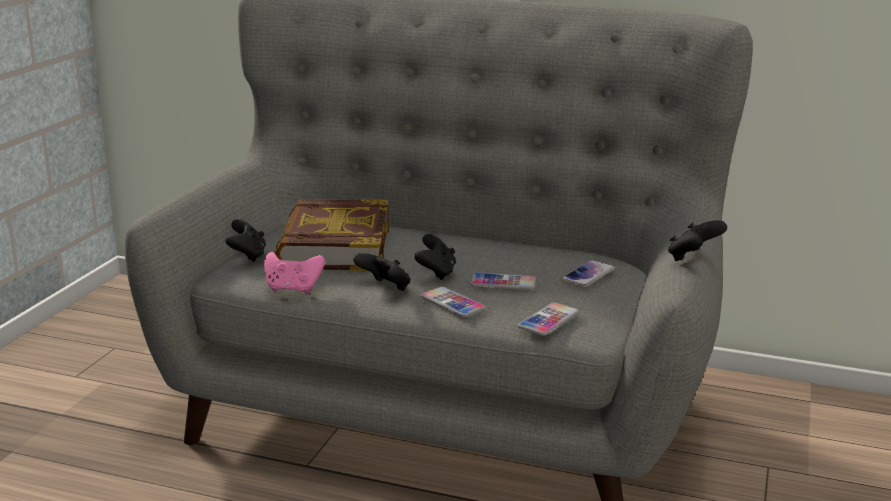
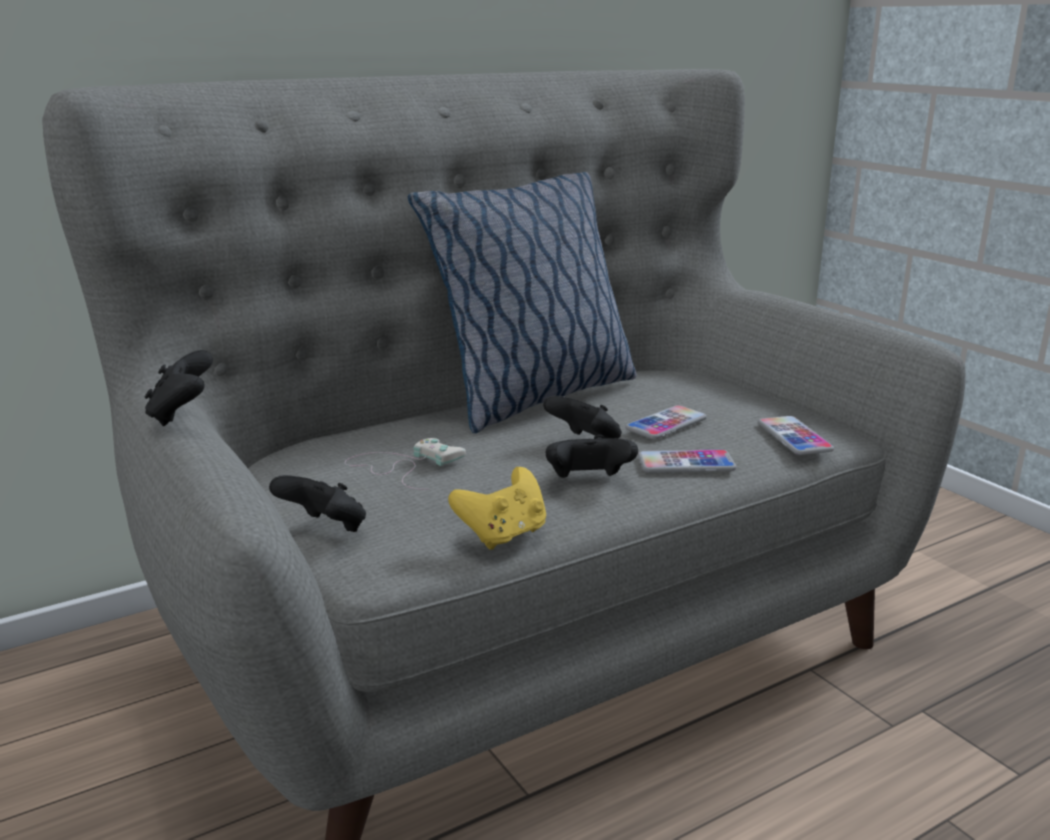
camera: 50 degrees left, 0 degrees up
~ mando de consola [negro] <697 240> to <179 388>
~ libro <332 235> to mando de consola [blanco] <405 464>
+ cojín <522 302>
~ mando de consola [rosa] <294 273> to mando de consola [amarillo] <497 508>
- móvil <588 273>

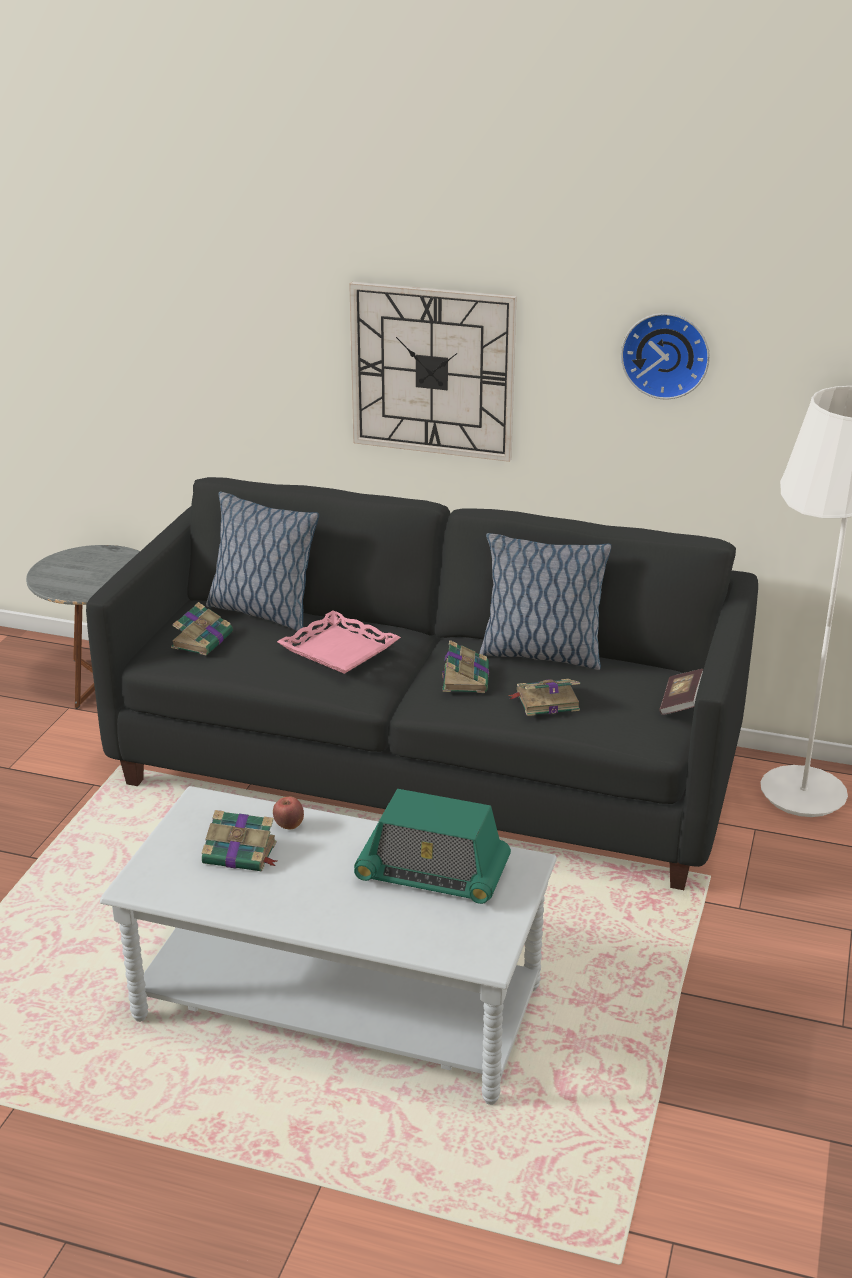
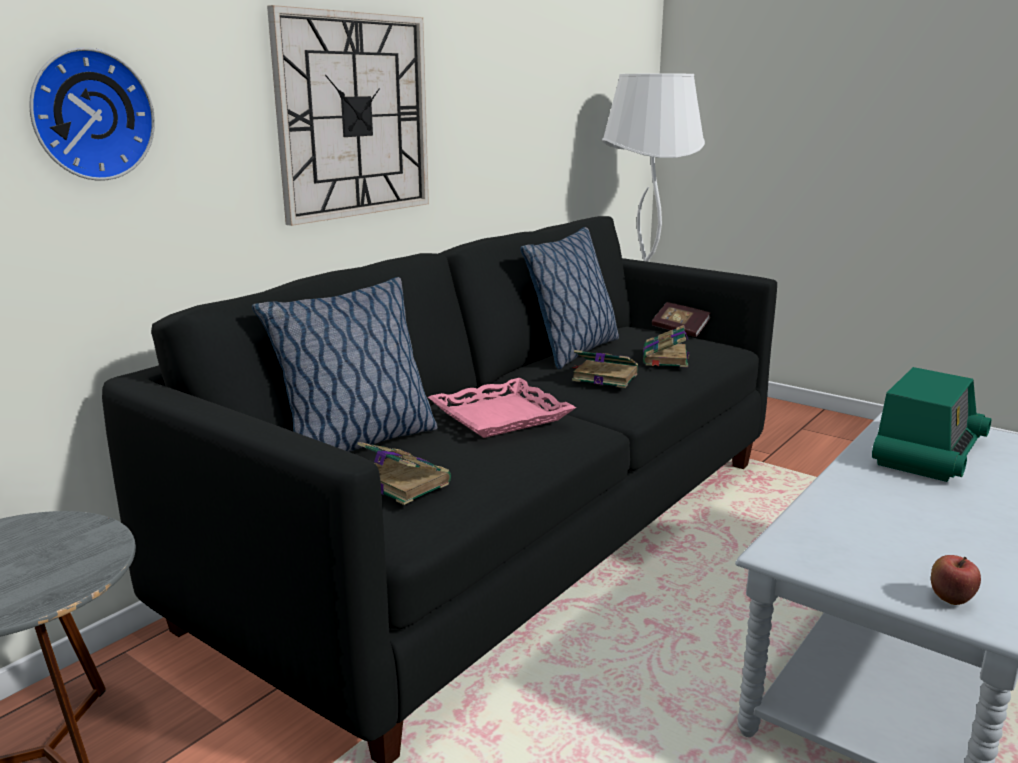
camera: 70 degrees left, 10 degrees down
~ reloj de pared <665 356> to <92 114>
~ manzana <288 813> to <956 580>
- libro <239 841>

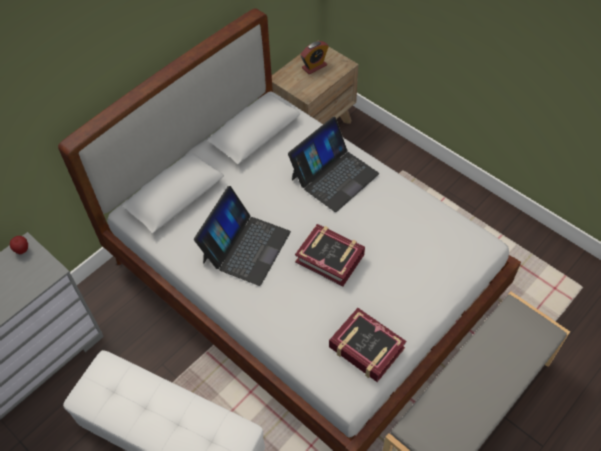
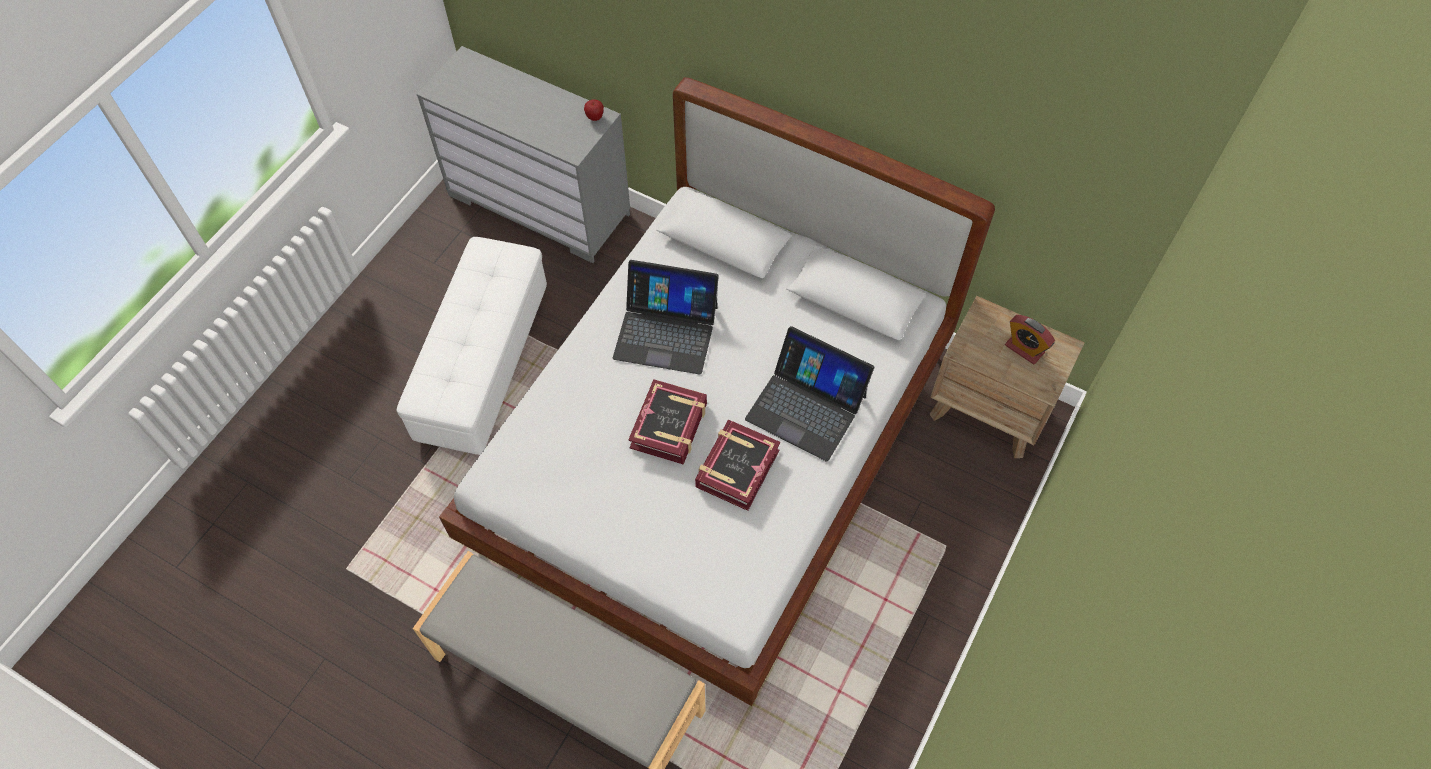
camera: 75 degrees right, 5 degrees up
~ libro <367 345> to <737 465>

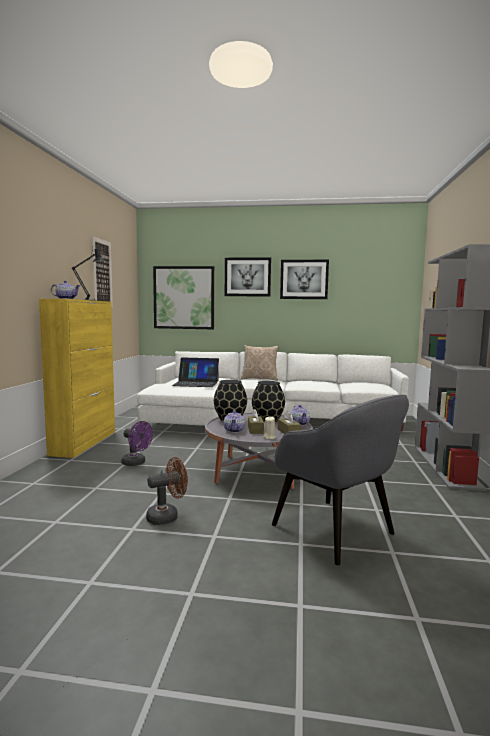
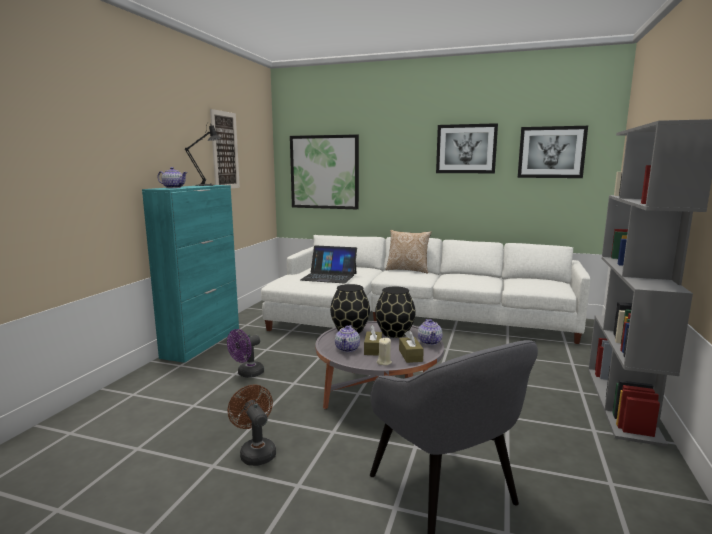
camera: 10 degrees right, 5 degrees up
~ armario [amarillo] <77 378> to armario [turquesa] <190 274>
~ ventilador [morado] <137 443> = <245 353> 90 degrees clockwise
~ ventilador [marrón] <167 491> = <251 425> 105 degrees counterclockwise
~ cuadro <248 277> to <553 152>

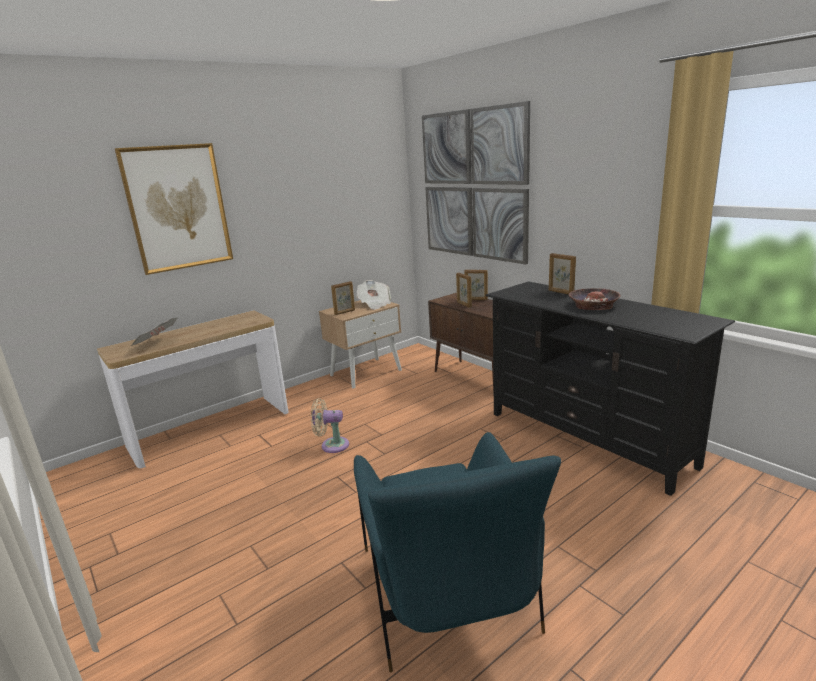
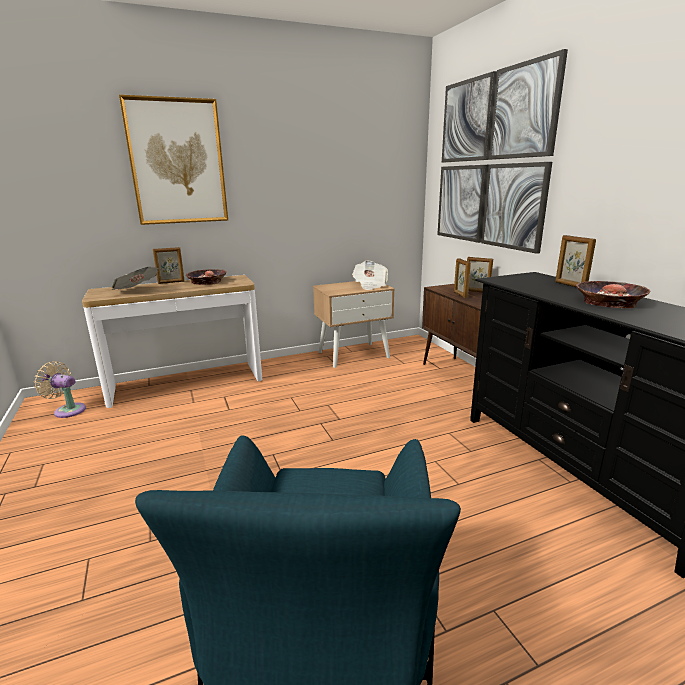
camera: 15 degrees right, 0 degrees up
~ ventilador [beis] <330 425> to <60 389>
~ portarretratos <343 298> to <169 265>
+ cuenco <206 277>

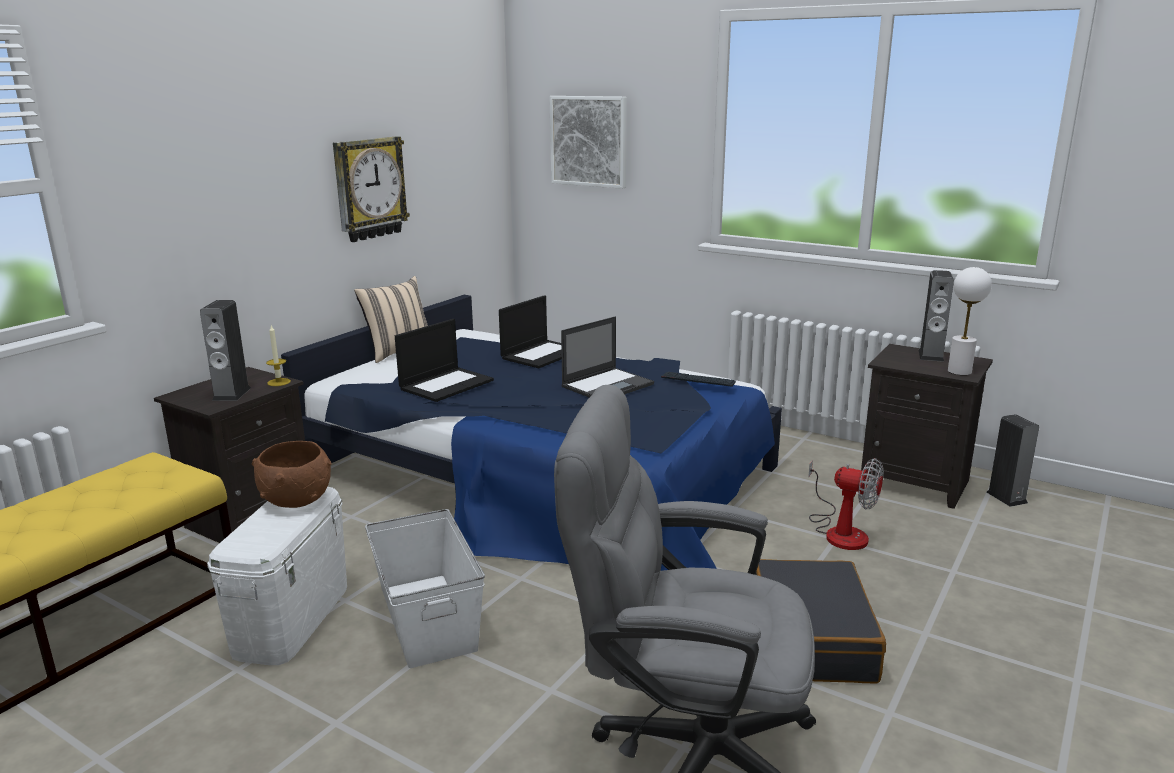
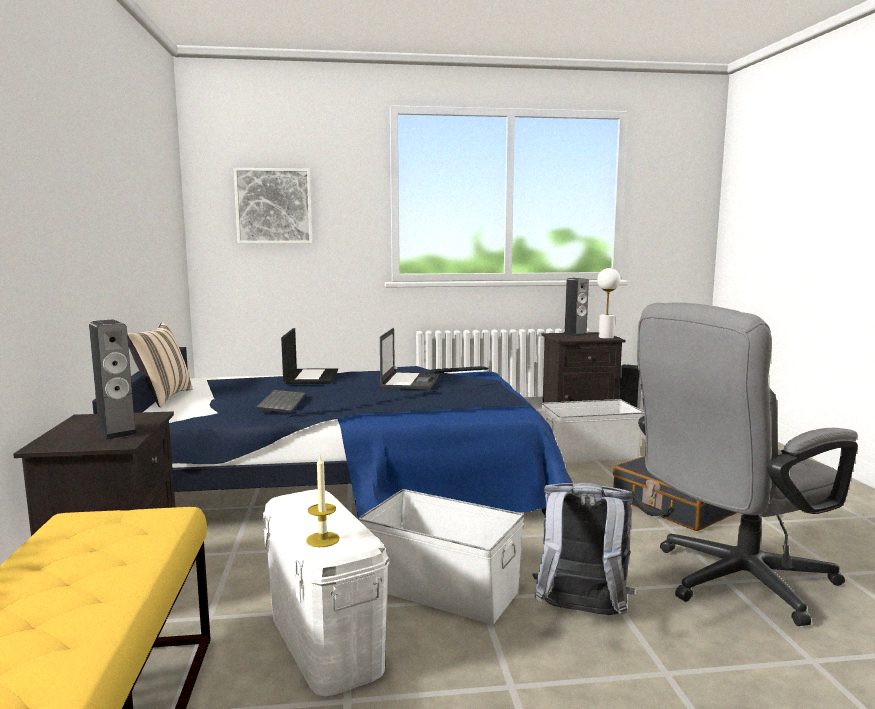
camera: 40 degrees left, 10 degrees down
~ portátil <444 360> to teclado <281 401>
~ vela <278 356> to <322 501>
+ mochila [gris] <583 549>
~ ventilador <846 504> to caja de almacenaje [blanco] <592 431>
- cuenco [marrón] <292 474>
- reloj de pared <371 189>

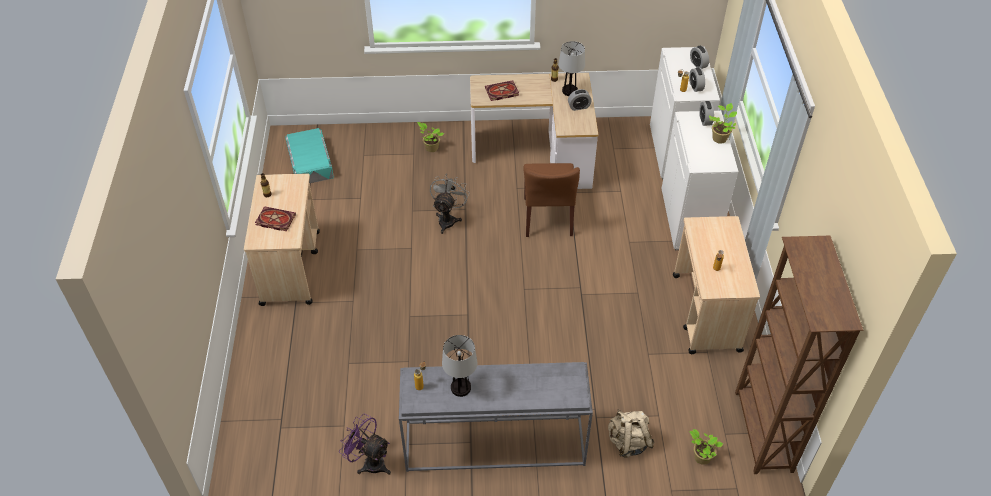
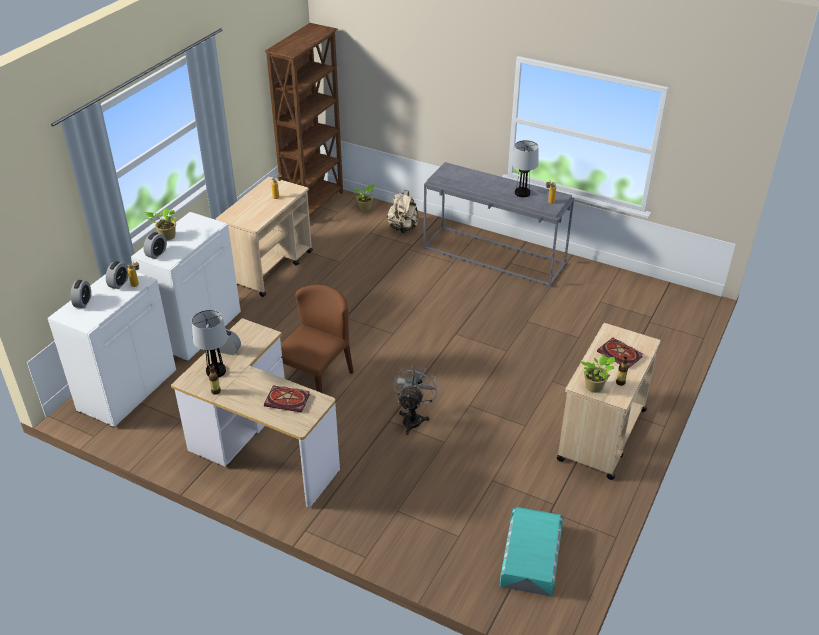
camera: 150 degrees left, 10 degrees down
~ ventilador [gris] <449 204> = <416 399> 150 degrees clockwise
~ planta en maceta <430 137> to <598 373>
- ventilador [morado] <365 444>

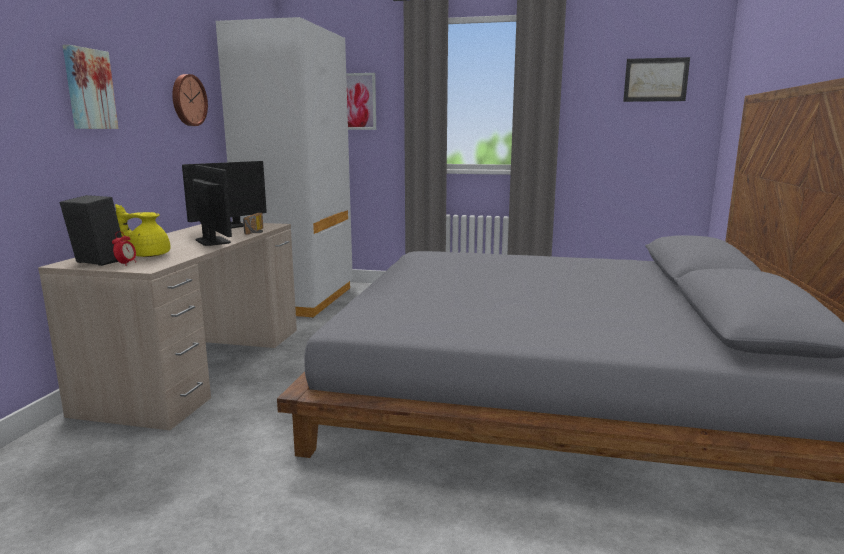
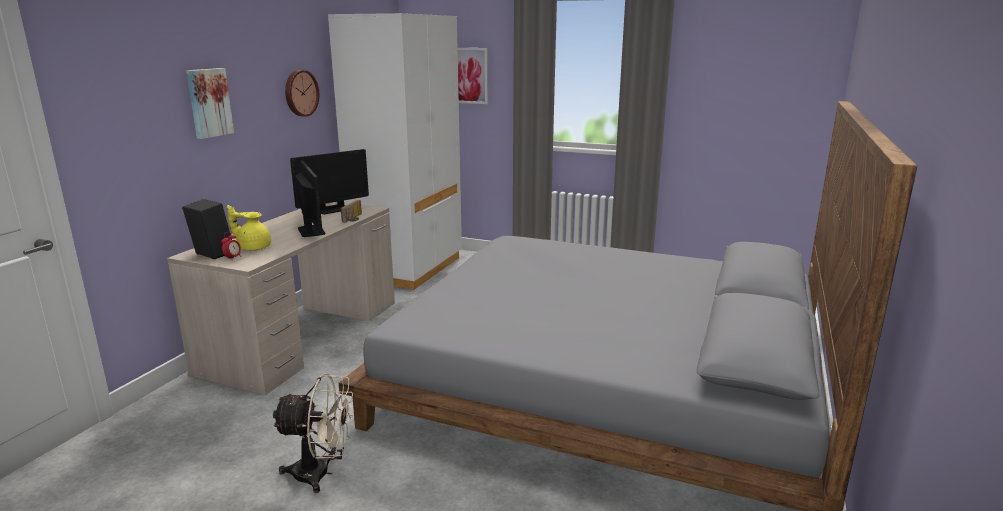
camera: 10 degrees right, 5 degrees up
+ ventilador [beis] <312 433>
- cuadro <656 79>

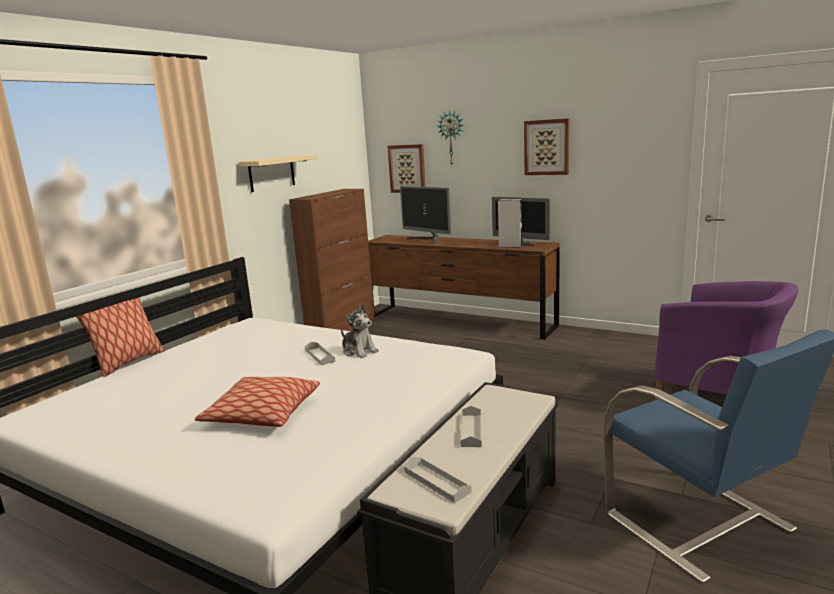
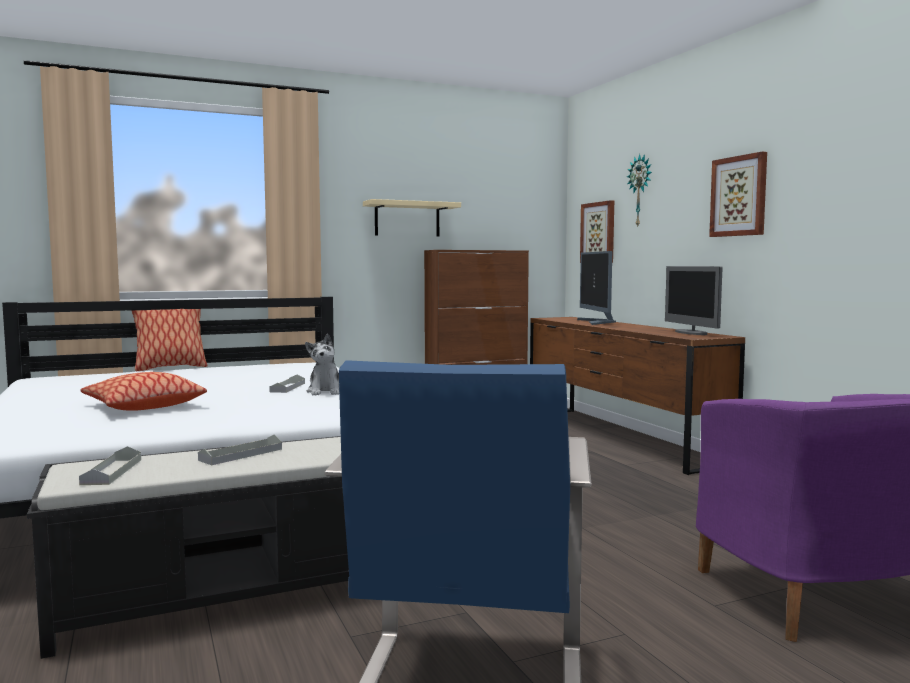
camera: 35 degrees right, 10 degrees down
- altavoz [gris] <510 223>

